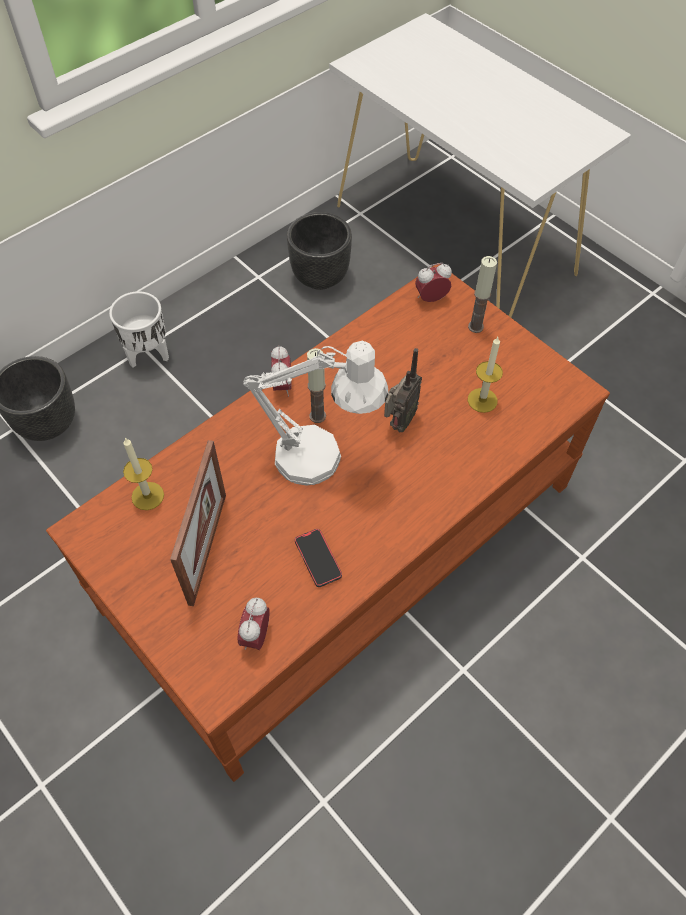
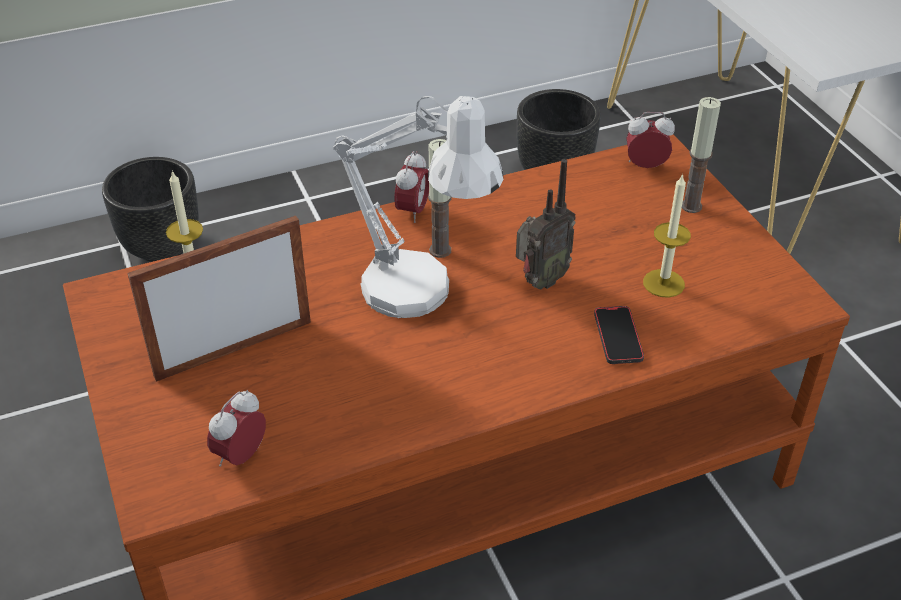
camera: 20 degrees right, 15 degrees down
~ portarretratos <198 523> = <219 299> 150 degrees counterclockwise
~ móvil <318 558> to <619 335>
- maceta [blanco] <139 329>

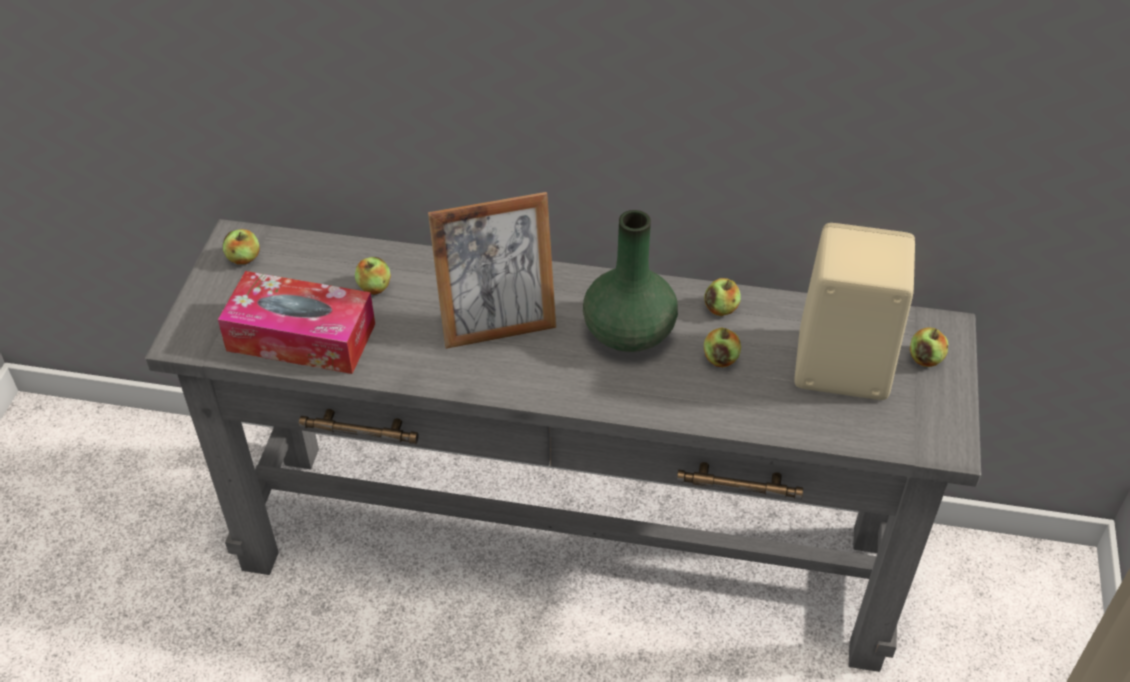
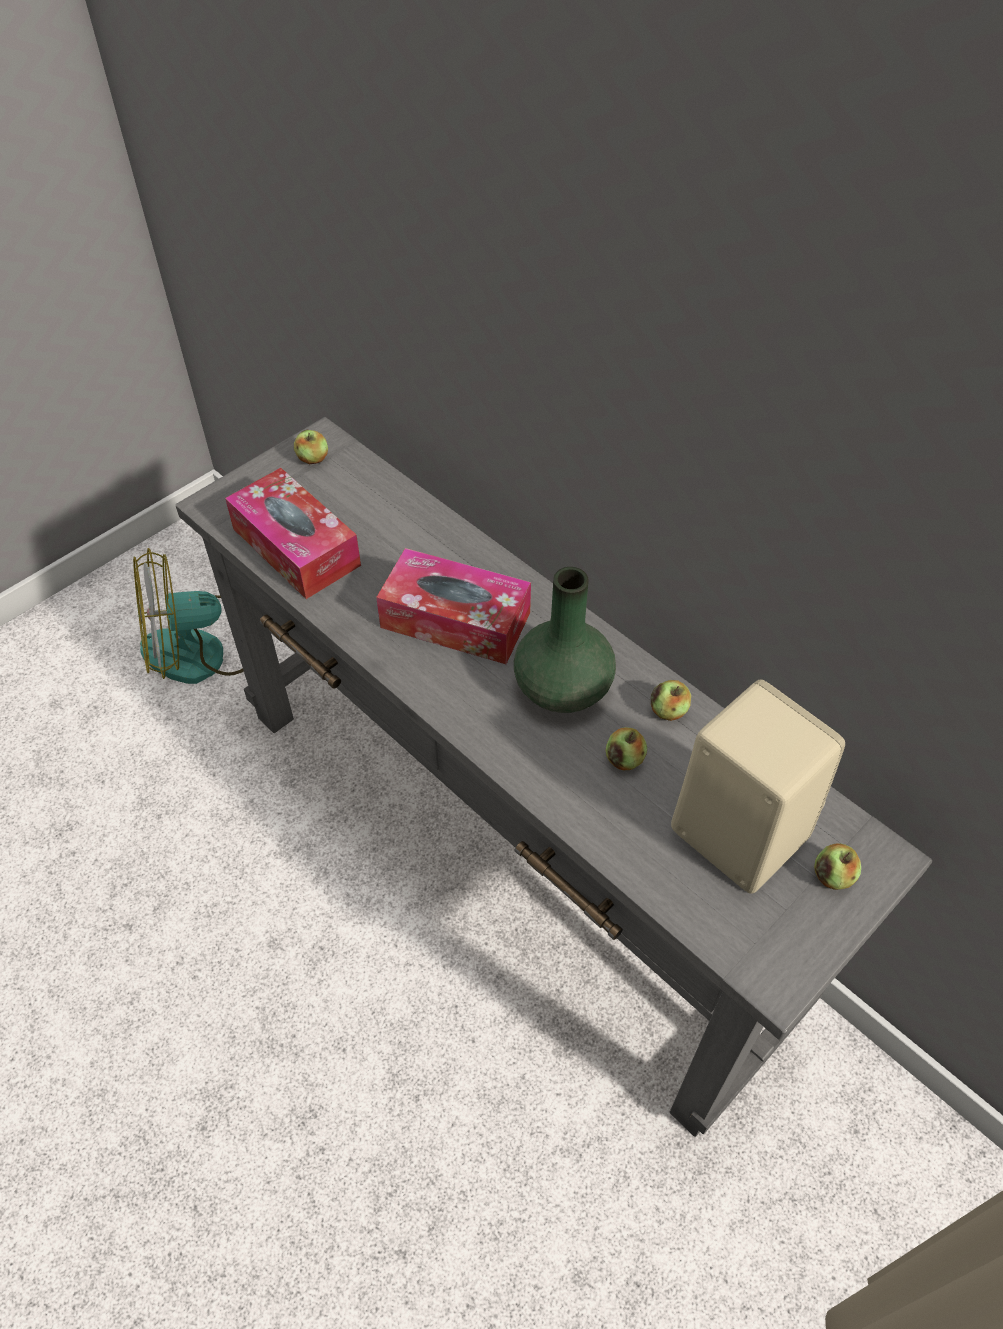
camera: 35 degrees right, 5 degrees up
+ ventilador <188 616>
~ portarretratos <492 270> to caja de pañuelos <453 606>
- manzana <373 276>

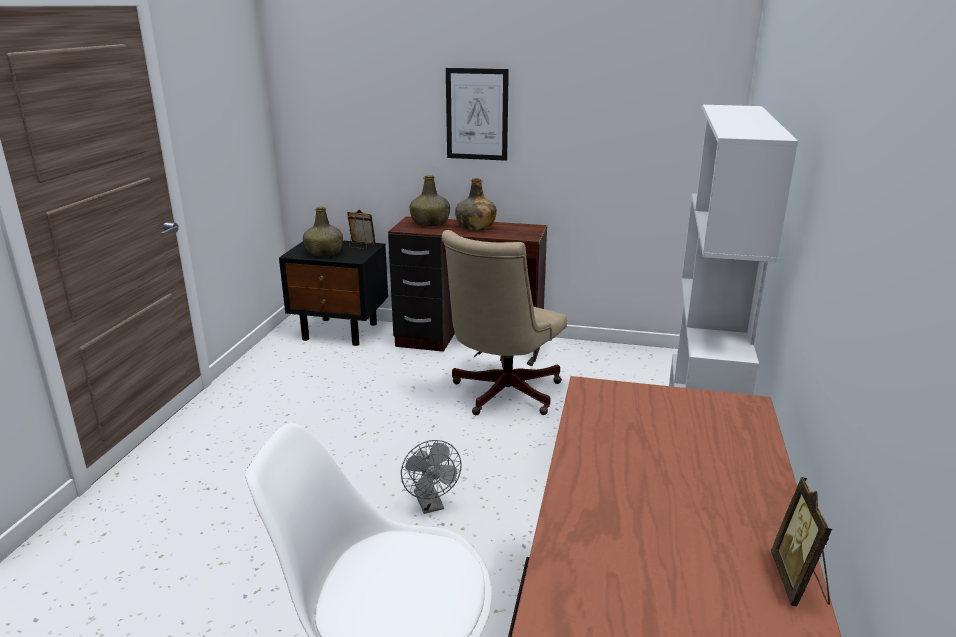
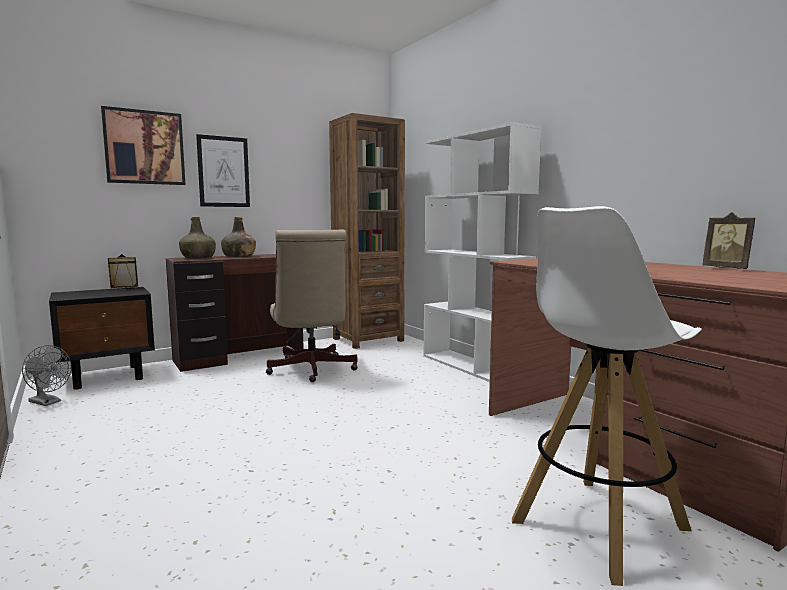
camera: 45 degrees left, 15 degrees down
~ ventilador [gris] <431 477> to <46 375>
+ cuadro <143 145>
+ estantería [marrón] <367 231>
- botella [verde] <323 232>

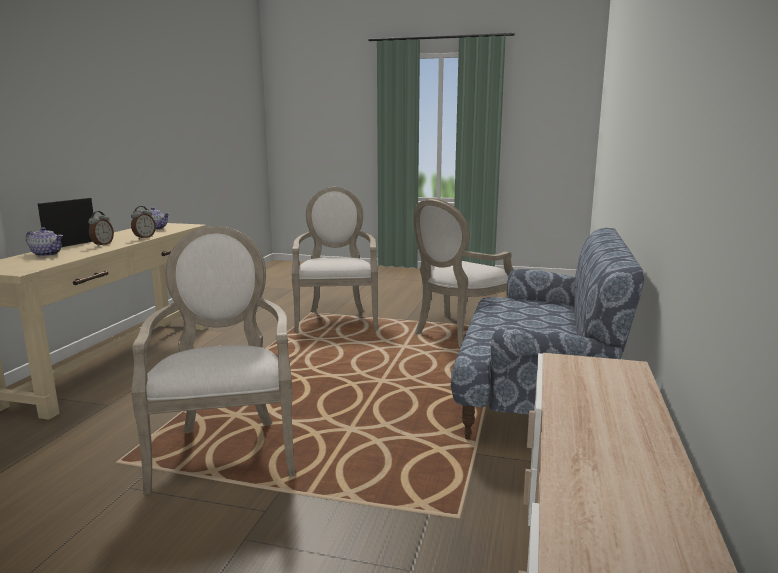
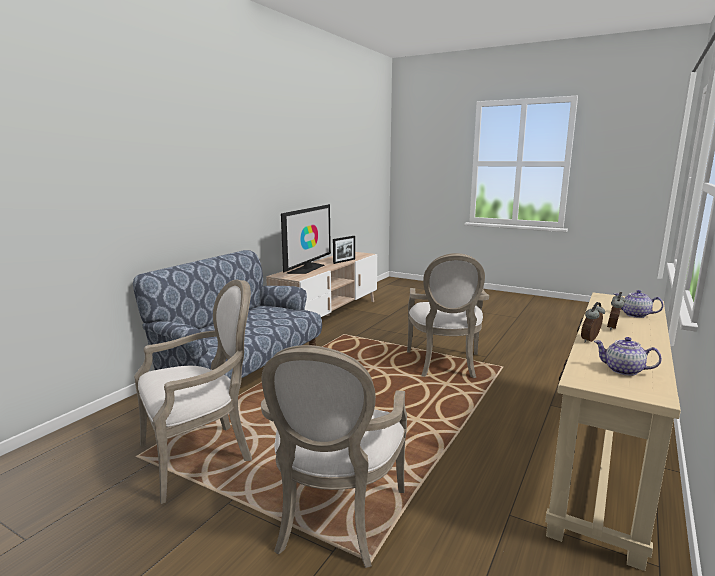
camera: 165 degrees left, 0 degrees up
+ televisor <306 239>
~ portarretratos <65 222> to <344 250>

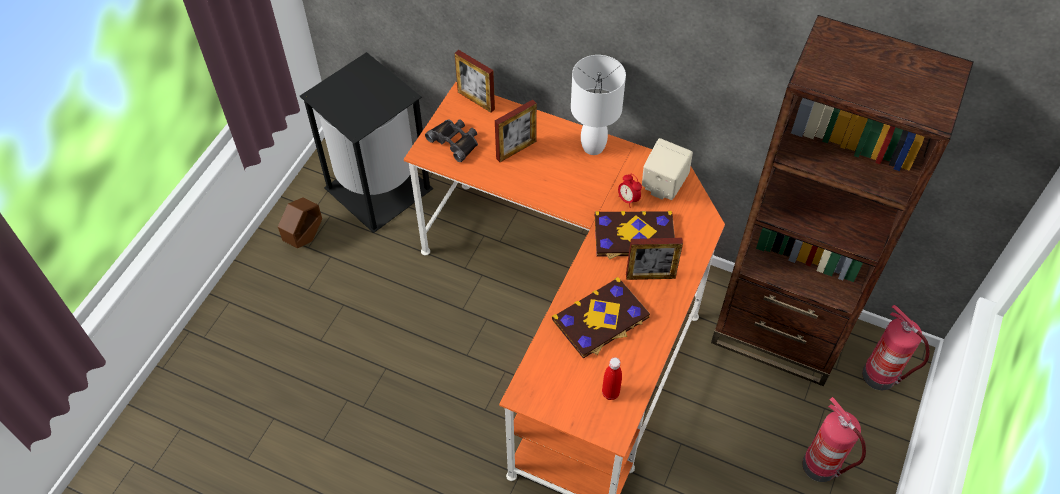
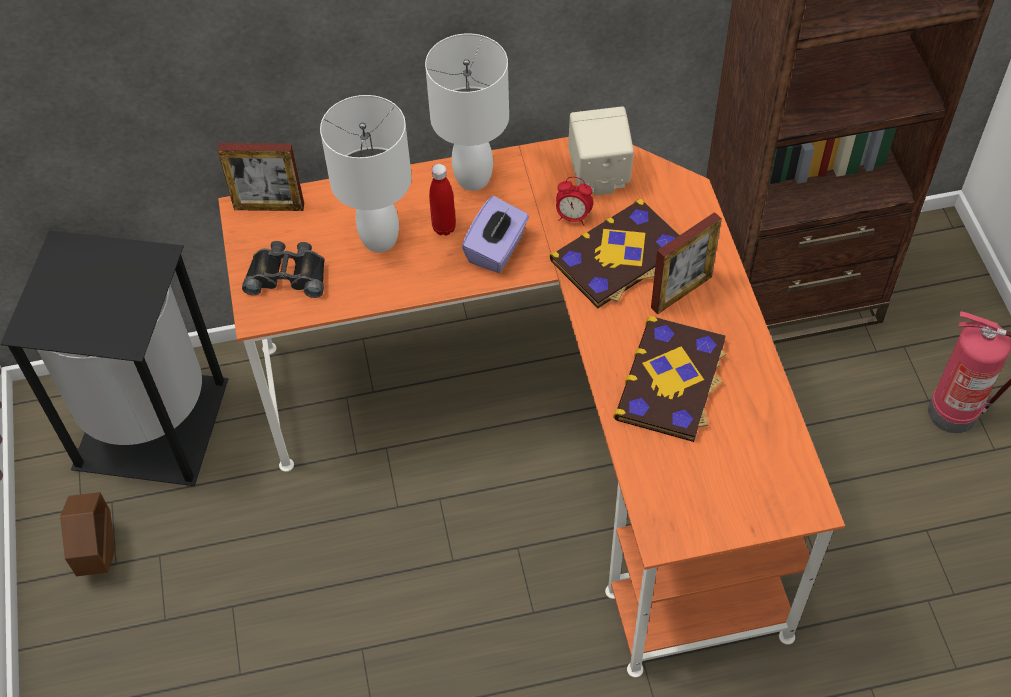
camera: 35 degrees left, 0 degrees up
~ portarretratos <516 131> to lámpara de mesa [blanco] <366 173>
~ botella [rojo] <612 378> to <442 200>
+ caja de pañuelos [morado] <495 234>
- extintor <895 347>

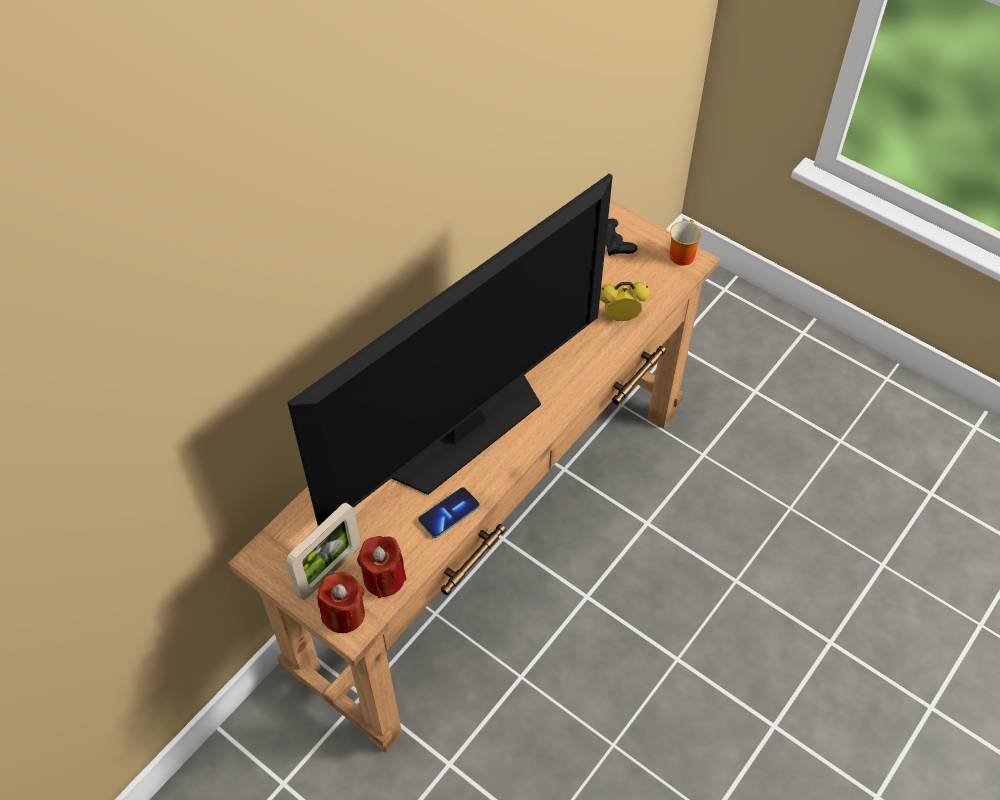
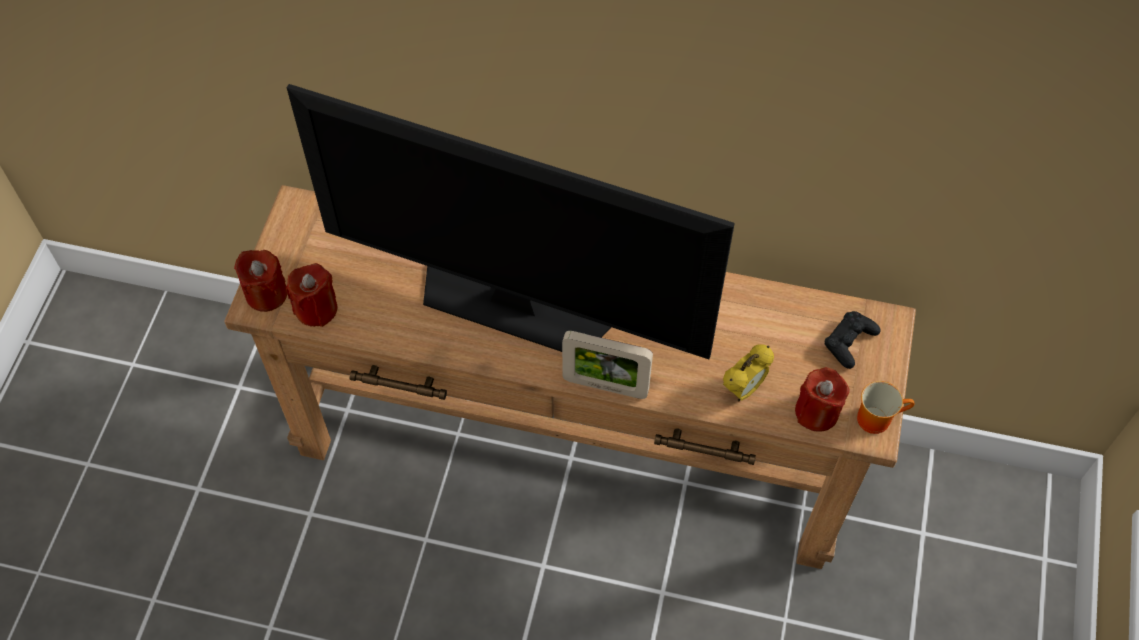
camera: 65 degrees right, 5 degrees up
~ portarretratos <323 551> to <607 365>
~ despertador <625 301> = <748 372> 75 degrees clockwise
+ vela [rojo] <822 399>
- móvil <449 512>

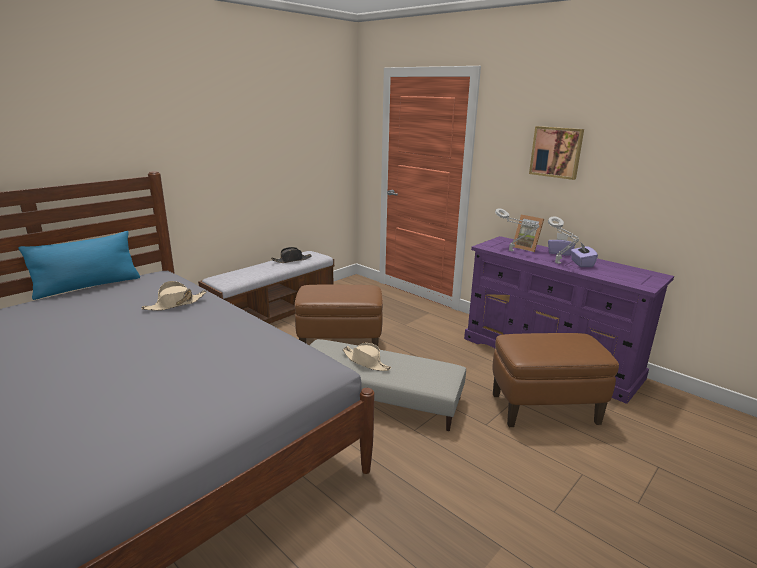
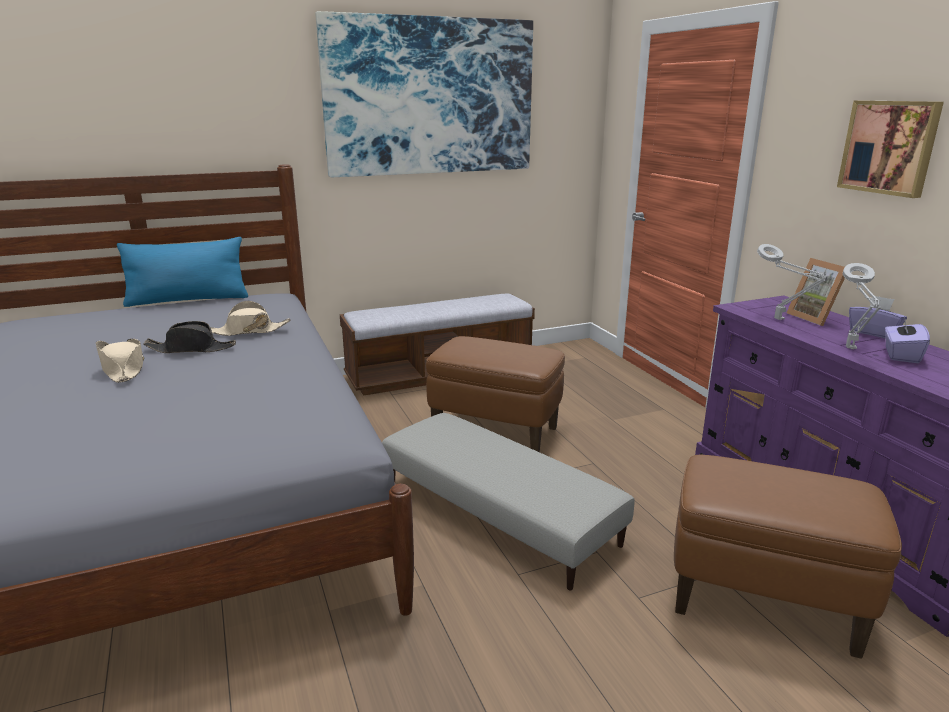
camera: 25 degrees right, 0 degrees up
~ sombrero [beis] <367 357> to <120 361>
~ sombrero [negro] <291 255> to <189 337>
+ cuadro <424 94>

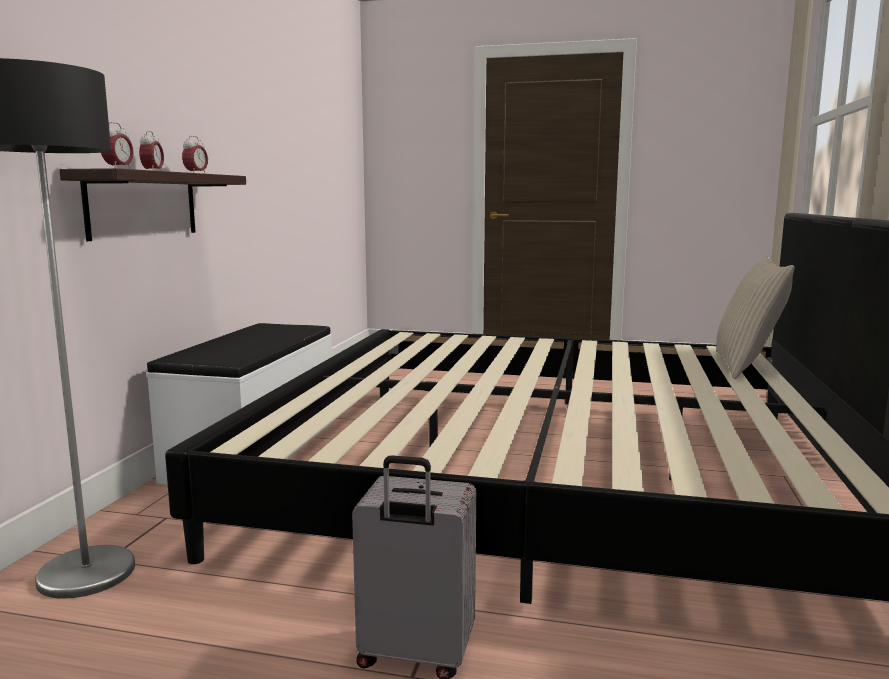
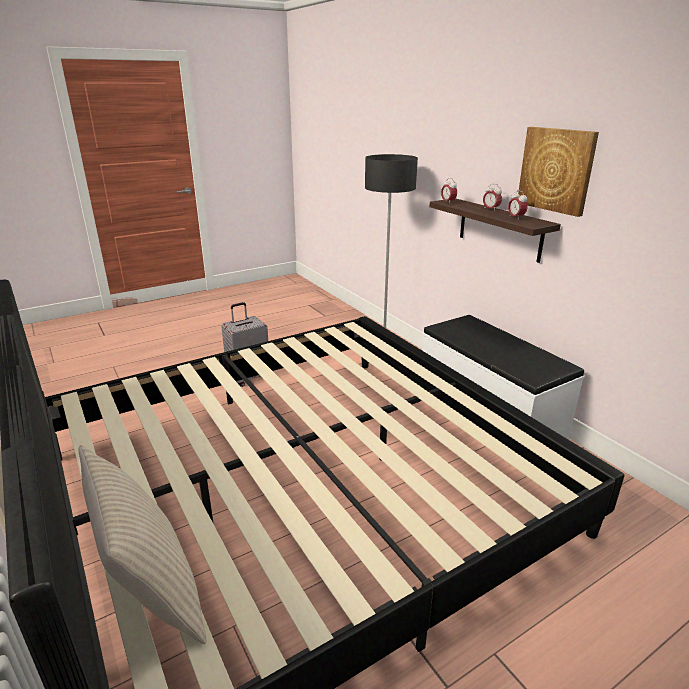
camera: 135 degrees right, 15 degrees up
+ cuadro <558 172>

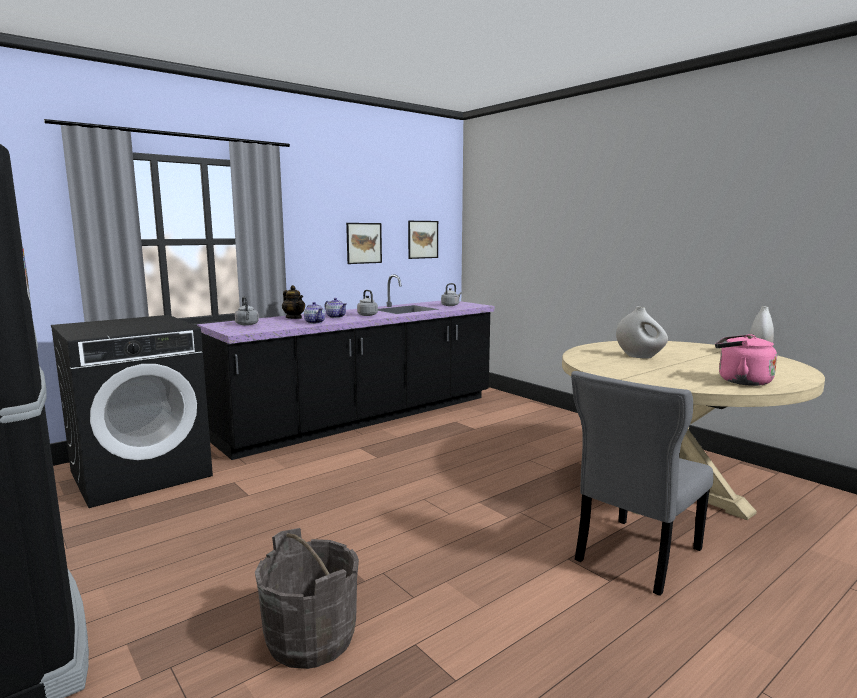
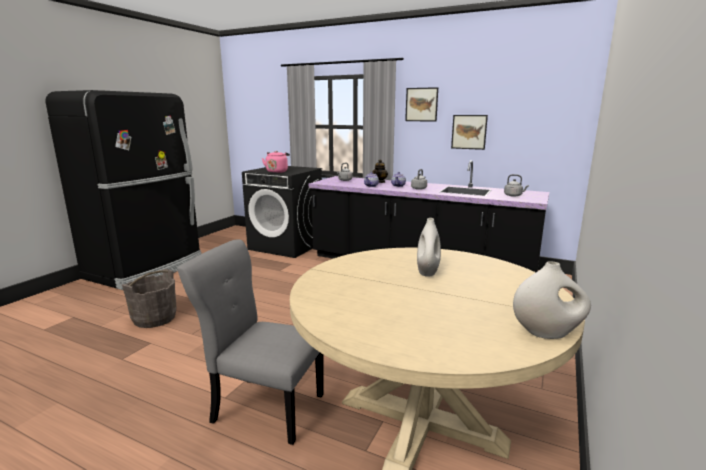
camera: 65 degrees right, 5 degrees up
~ hervidor [rosa] <746 360> to <276 162>
~ cuadro <423 240> to <421 104>

